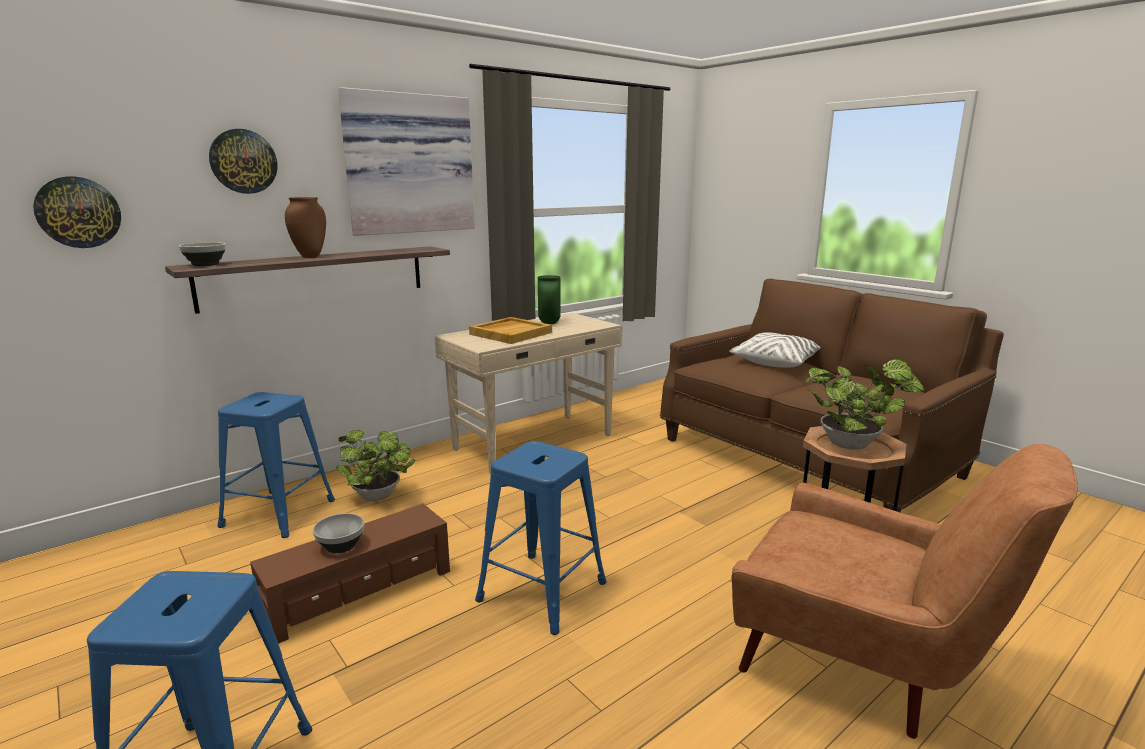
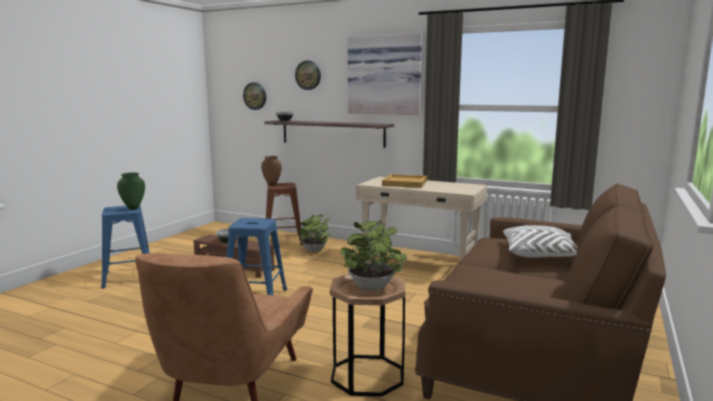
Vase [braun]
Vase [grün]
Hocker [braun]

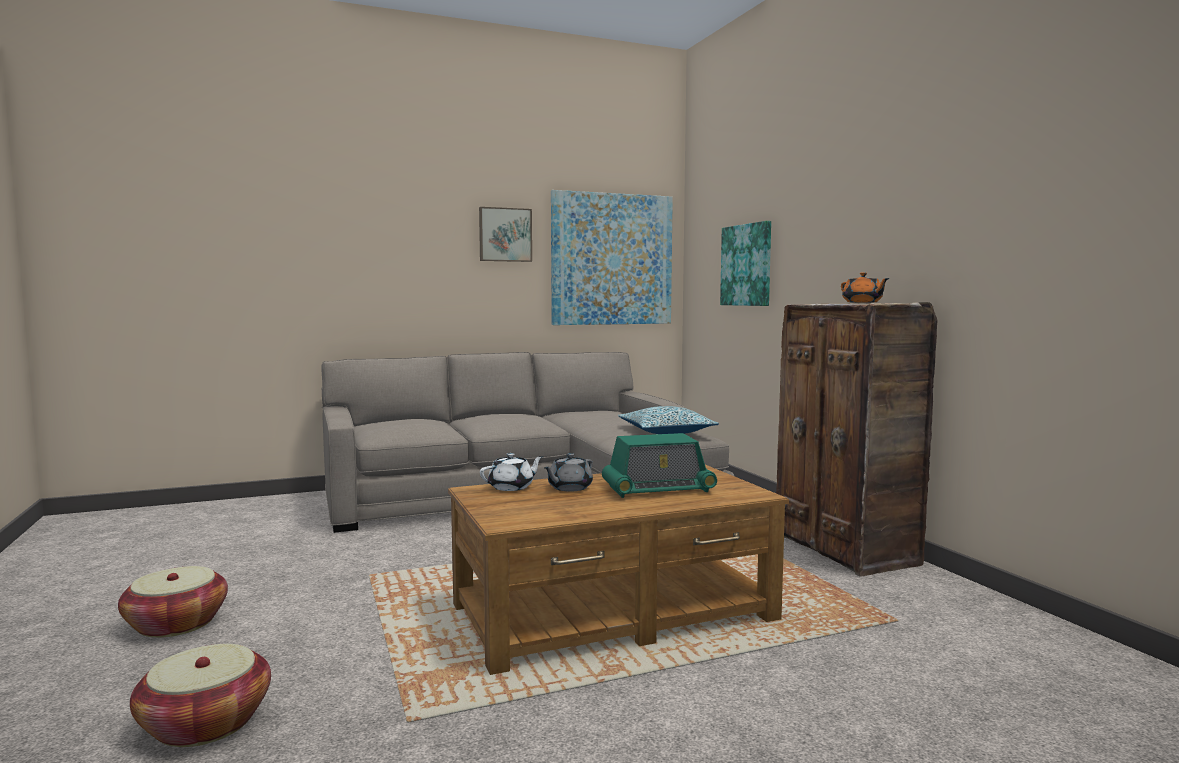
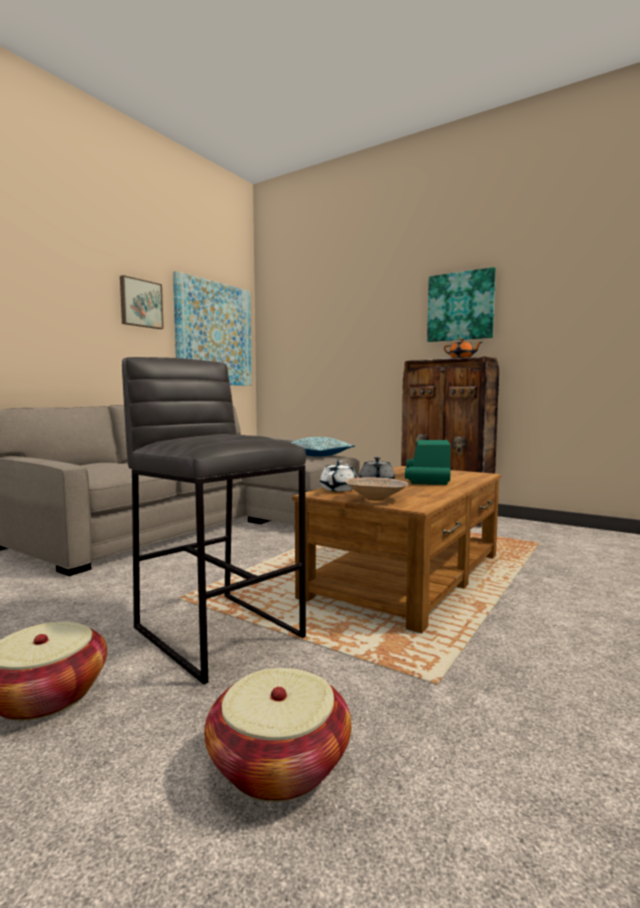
Bild (3rd from left)
Radio
Hocker [grau]
Schüssel [beige]

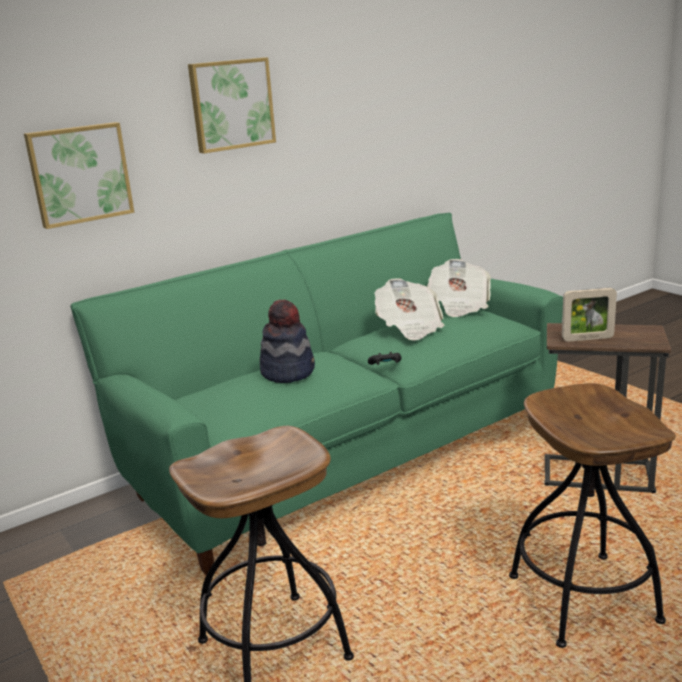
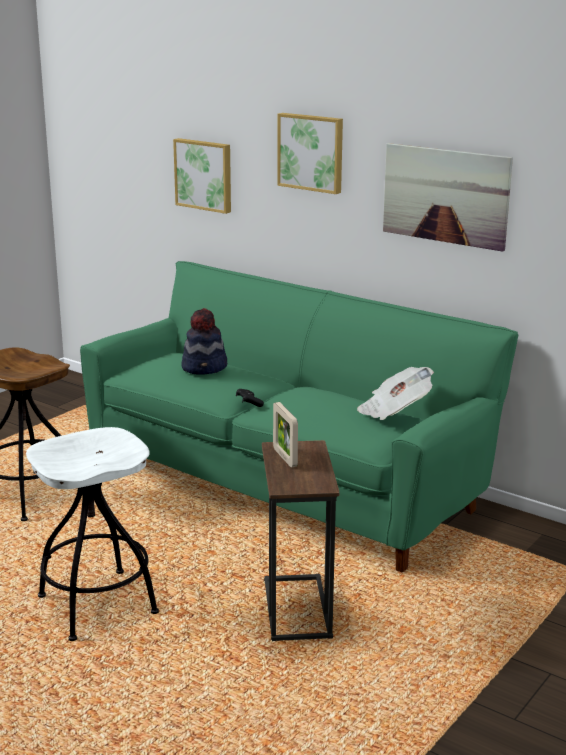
Zeitung (1st from left in the first image)
Hocker [weiß]
Bild (3rd from left)

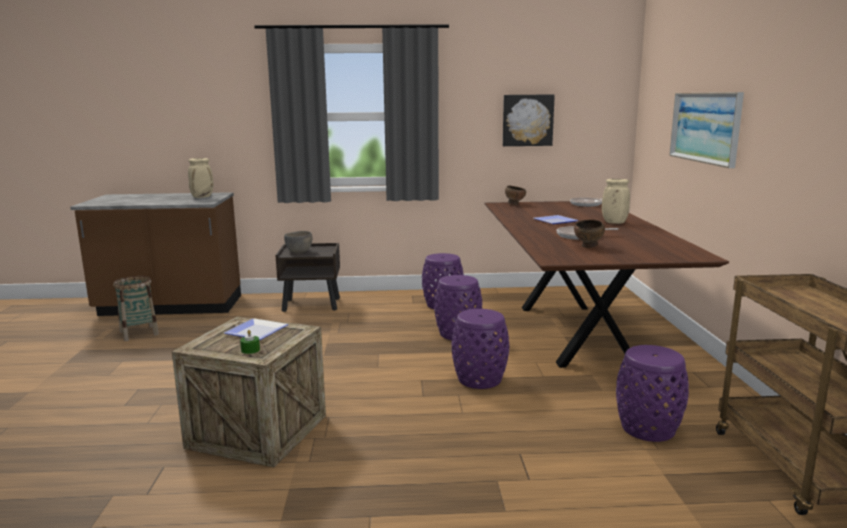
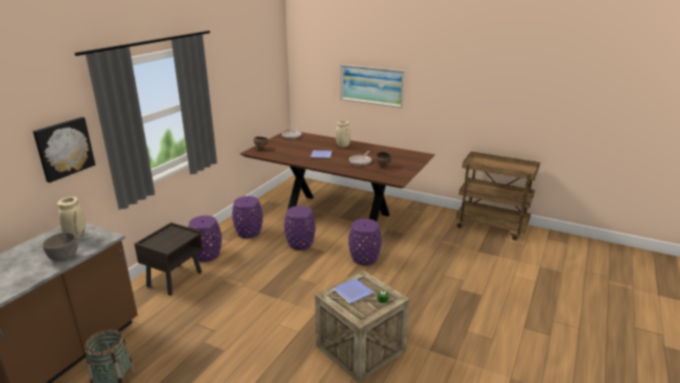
Bild (1st from left)
Schüssel [grau]
Hocker [lila] (1st from left)

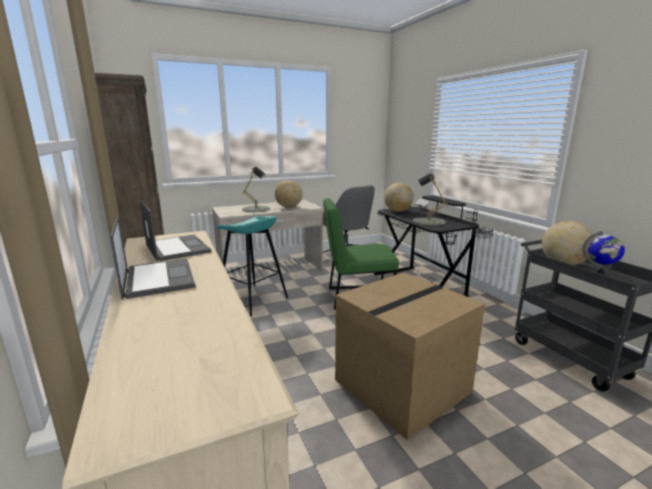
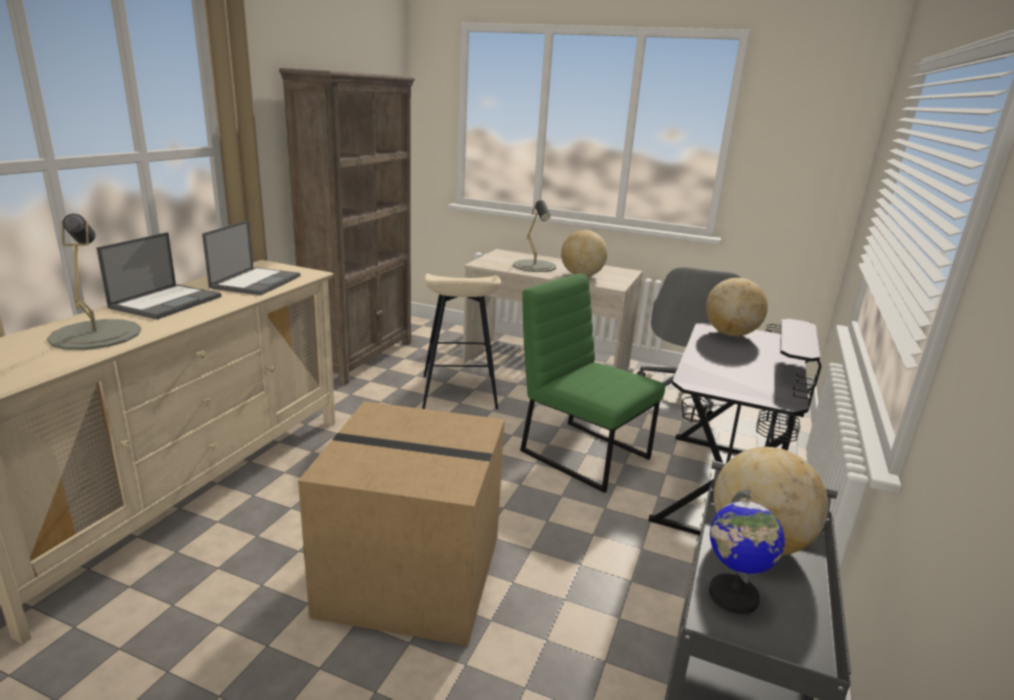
Tischlampe [grau] (1st from left)
Hocker [beige]

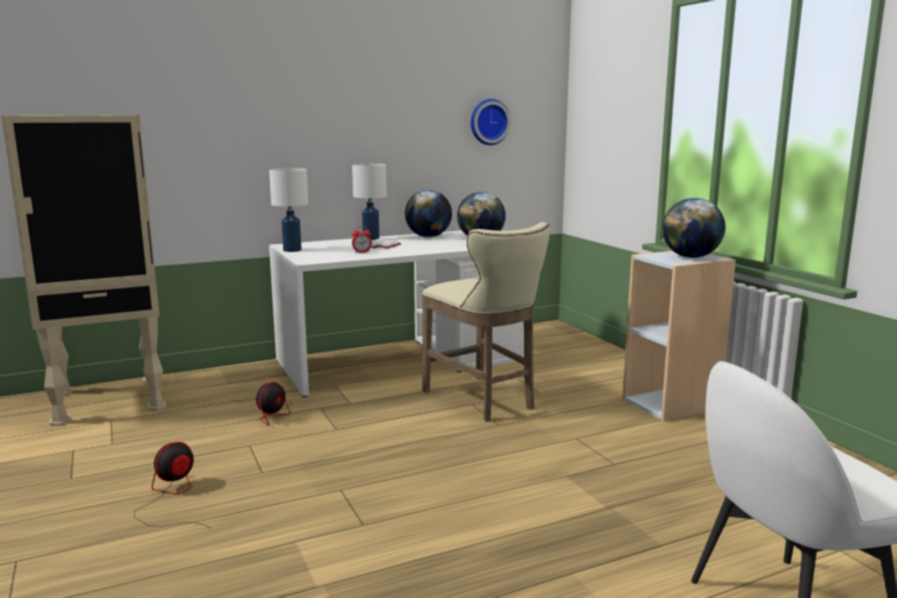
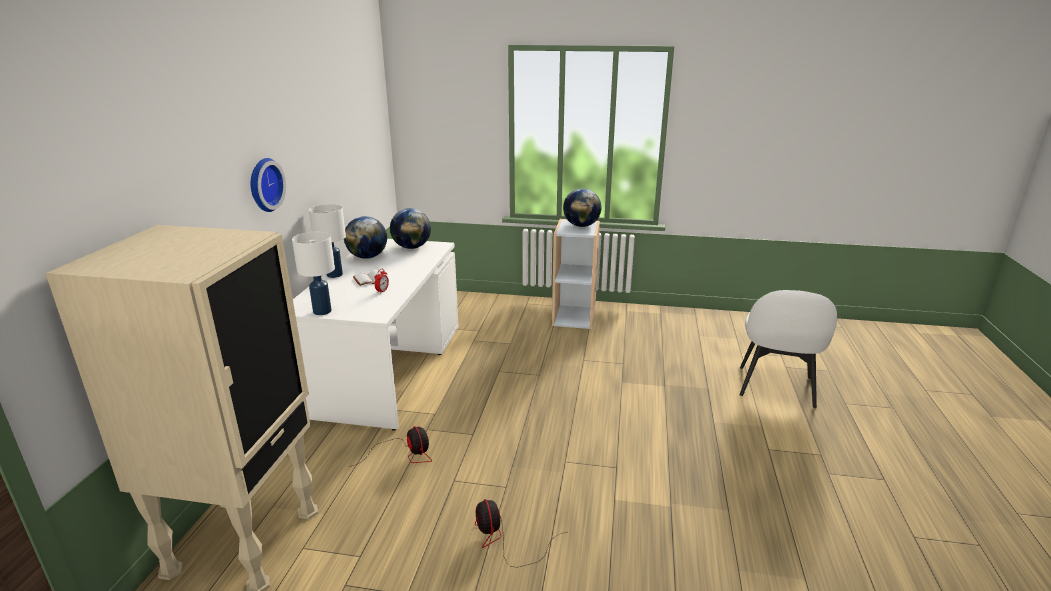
Wanduhr
Hocker [beige]

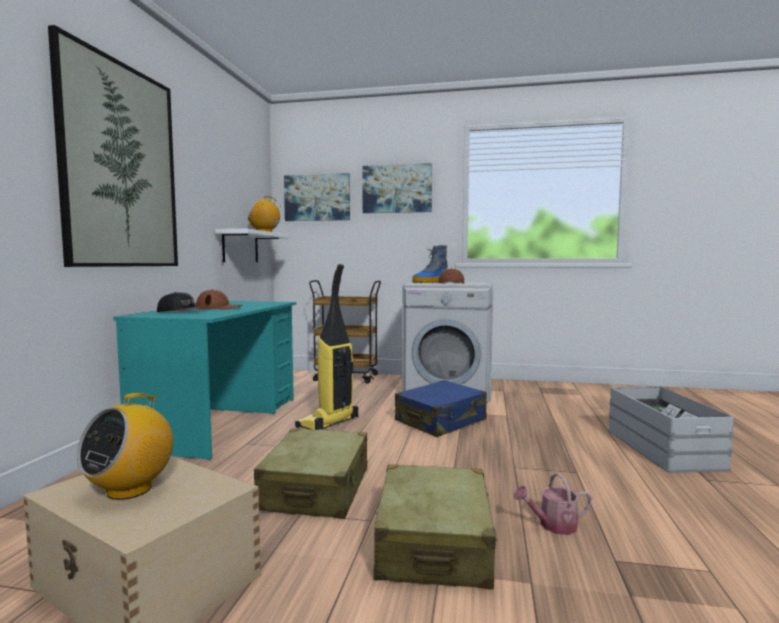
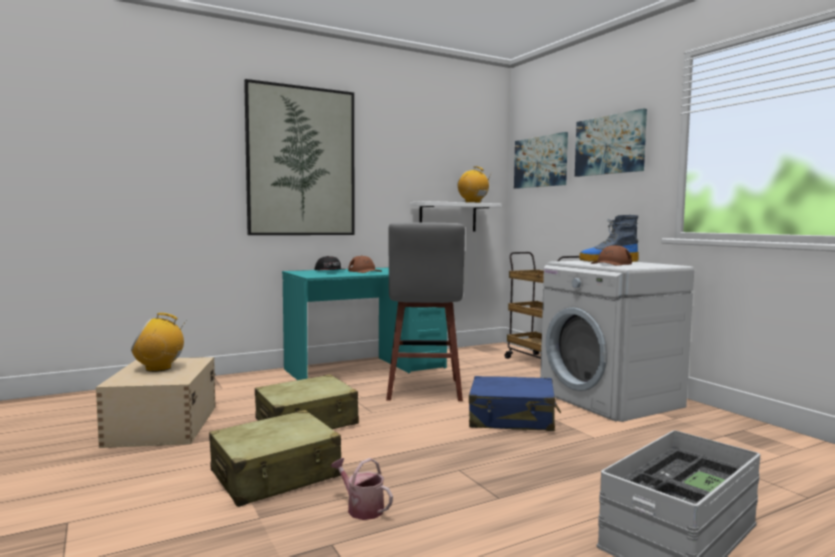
Hocker [grau]

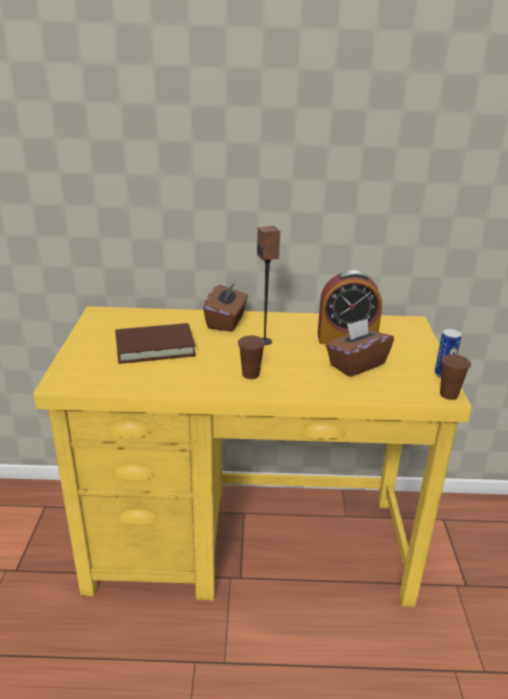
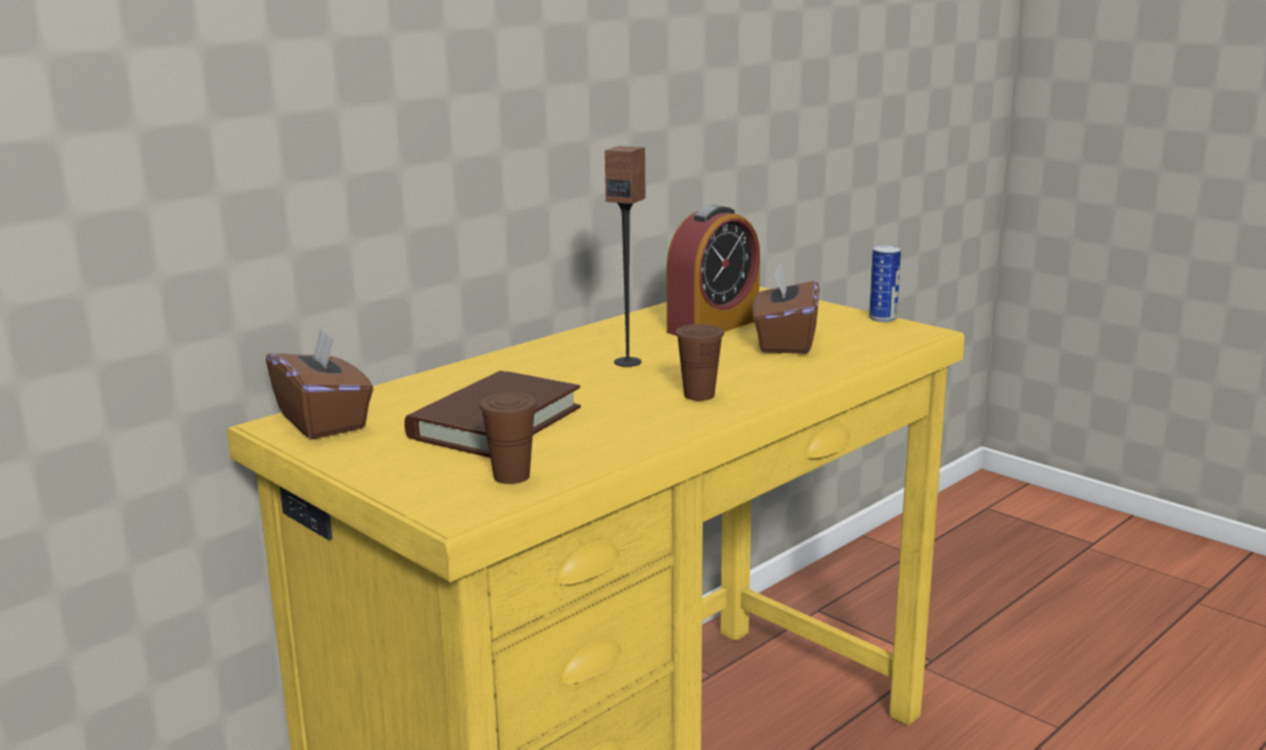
Taschentuchbox [braun] (1st from left)
Tasse [braun] (1st from left)

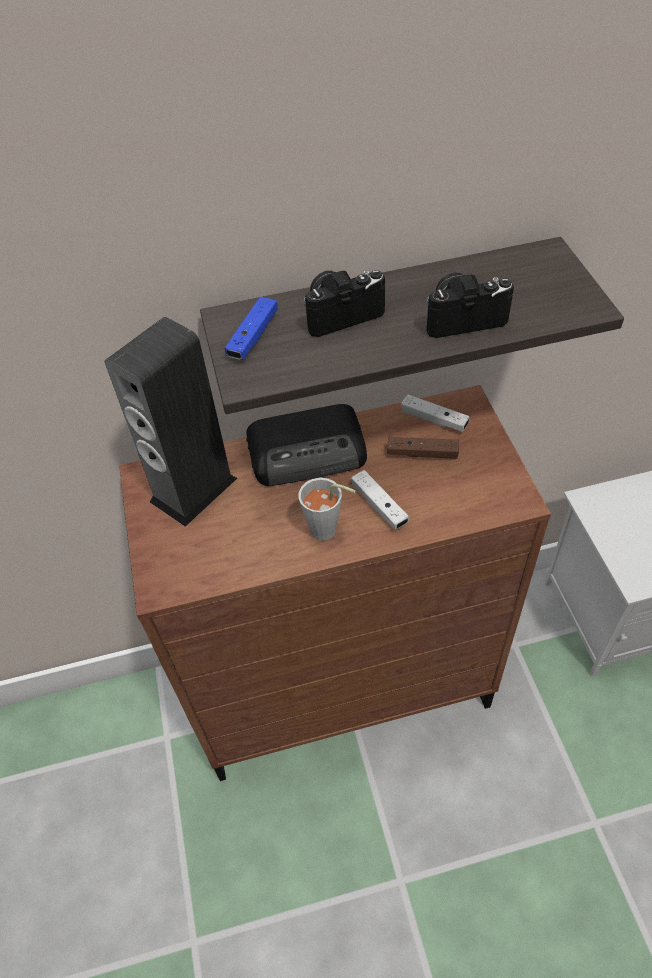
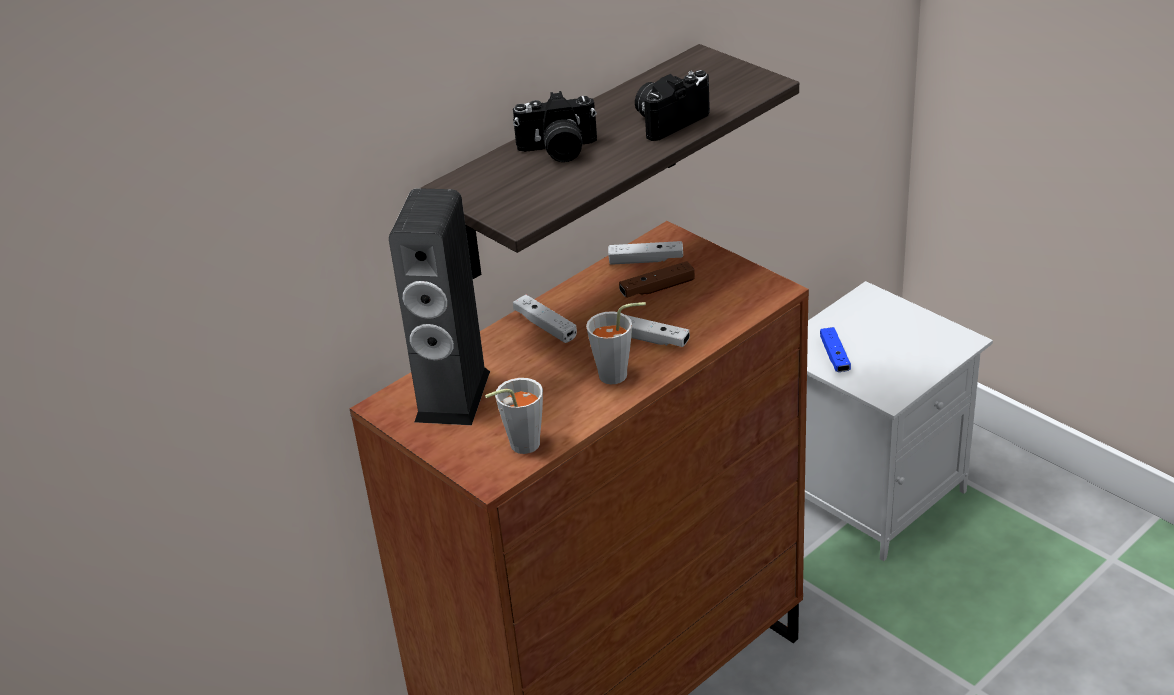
Kamera (1st from left)
Gamepad [blau]
Gamepad [weiß] (1st from left)
Tasse [grau] (1st from left)

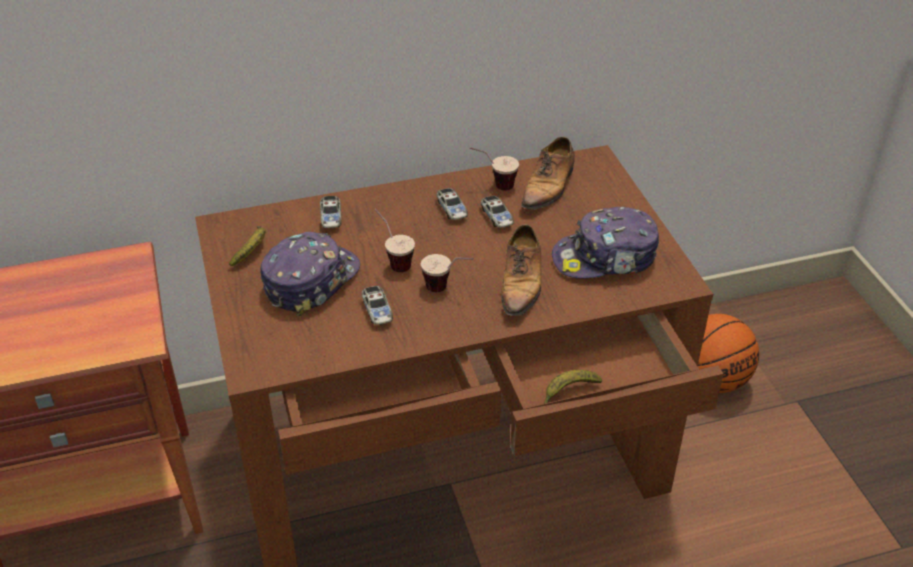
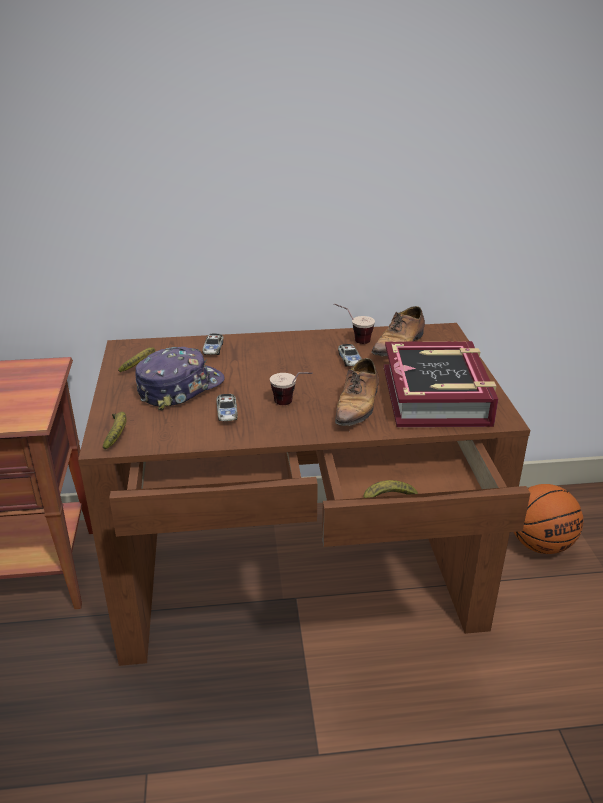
Spielzeugauto (3rd from left in the first image)
Buch
Tasse (1st from left in the first image)
Banane (1st from left)

